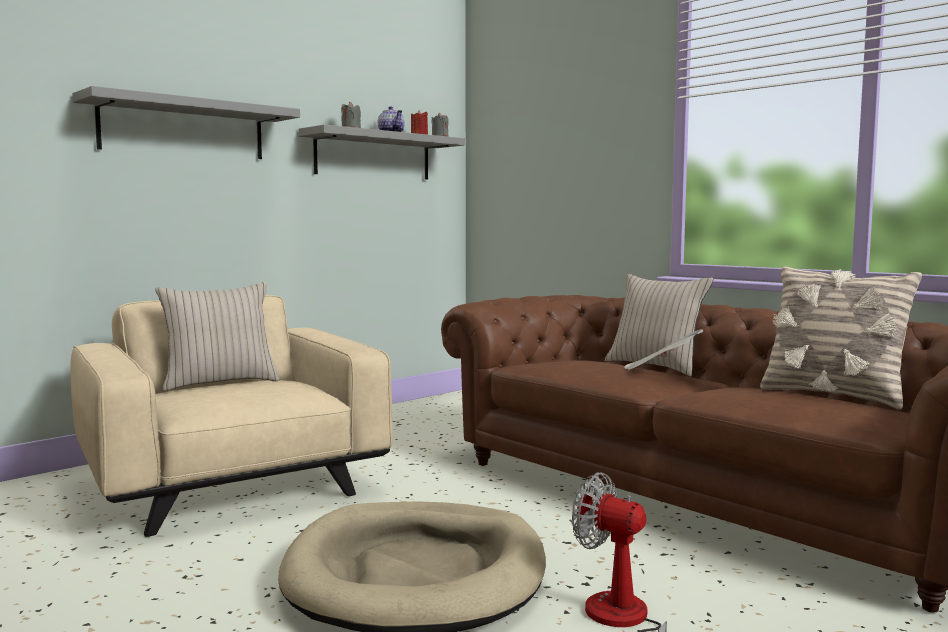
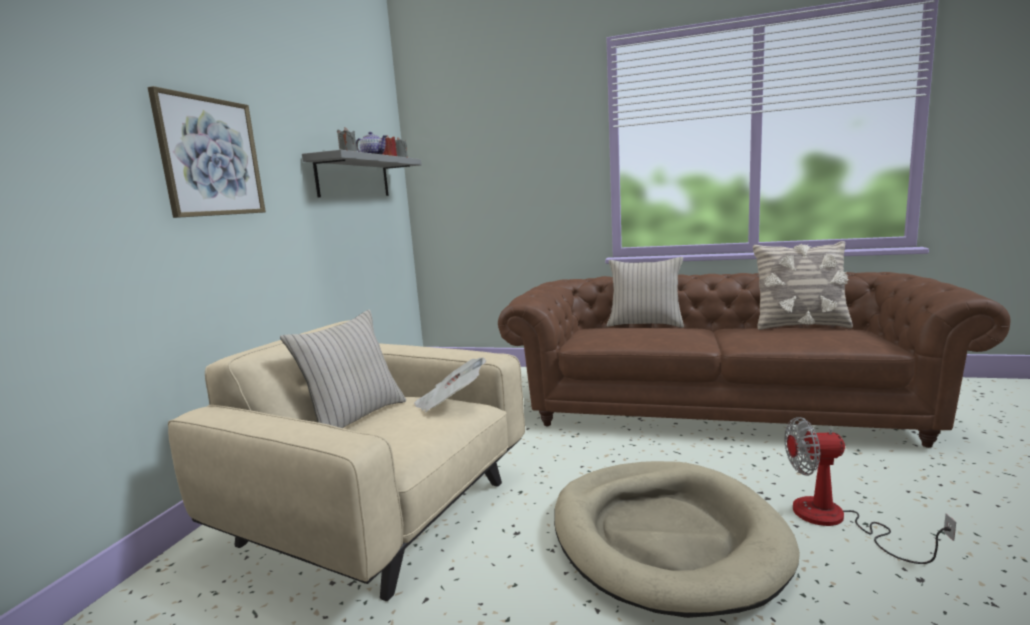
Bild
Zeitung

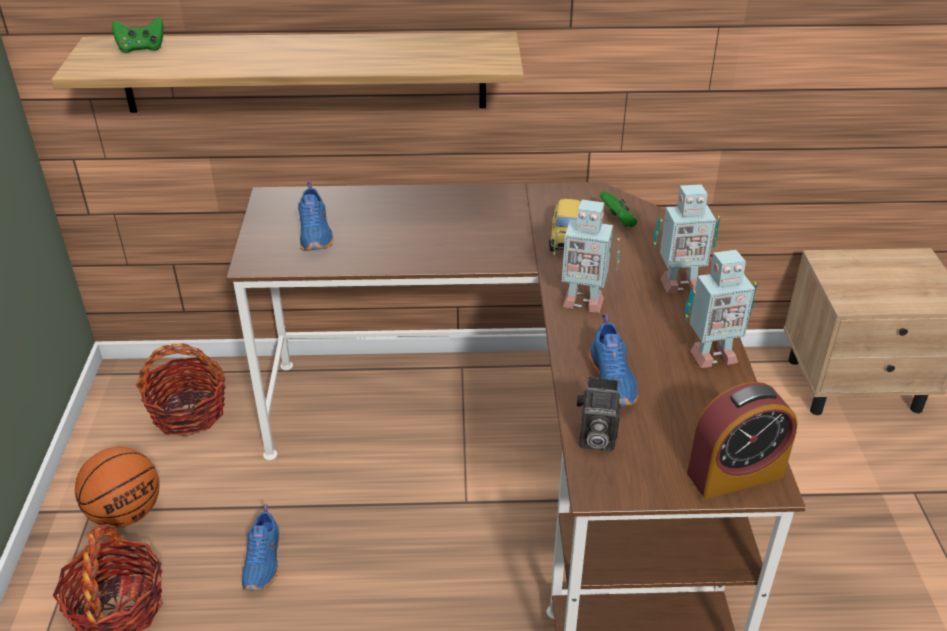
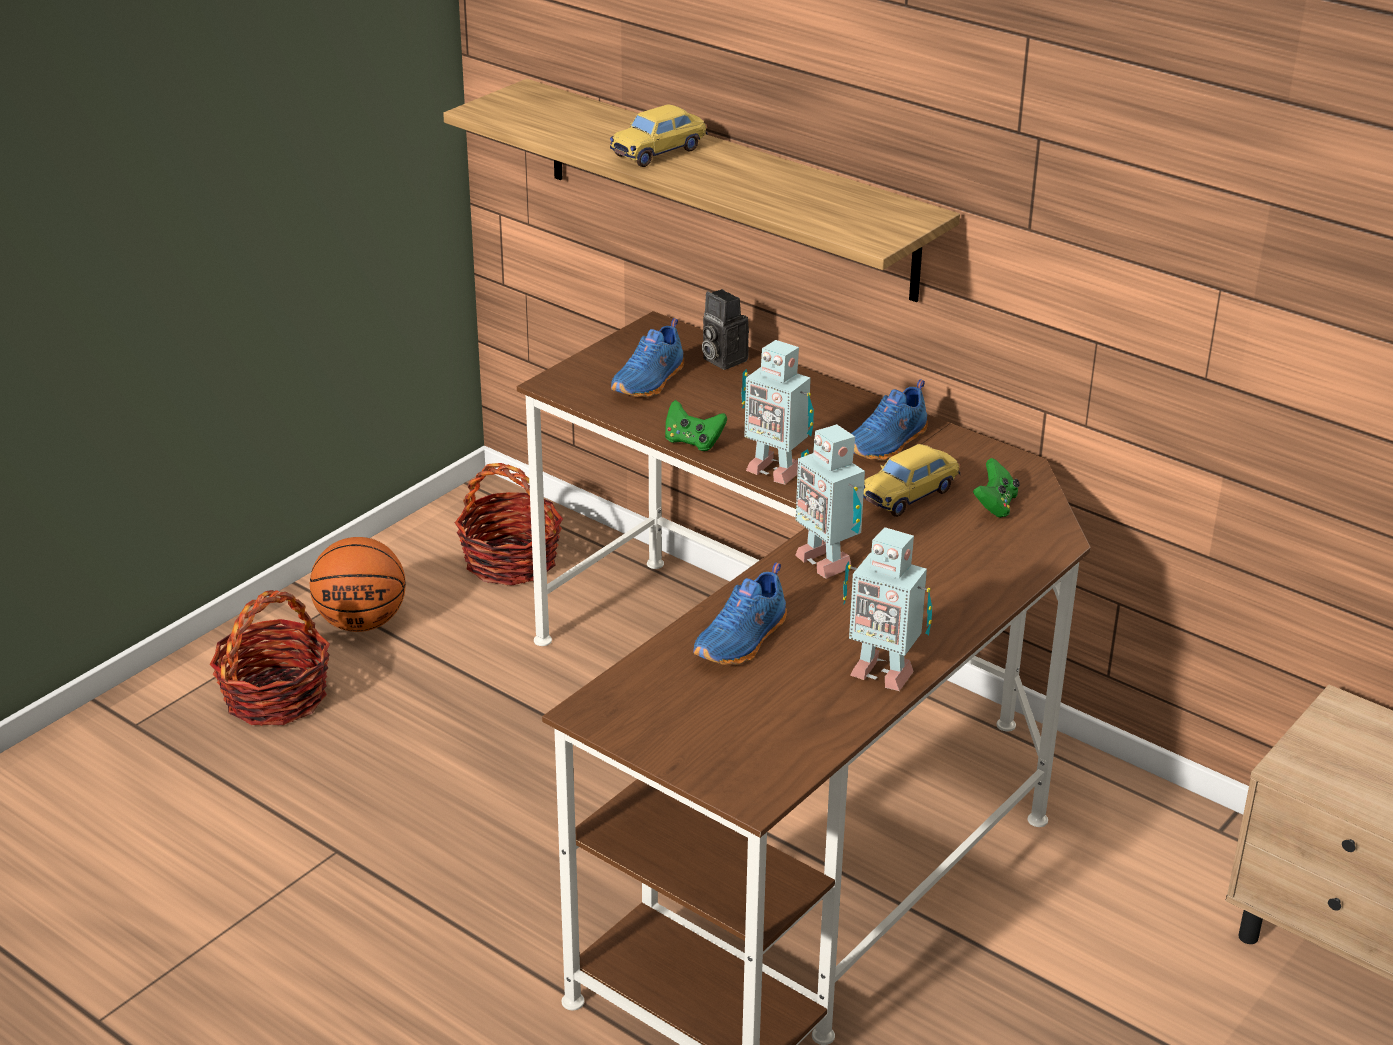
Gamepad [grün] (1st from left)
Spielzeugroboter (1st from left)
Kamera
Wecker
Schuh [blau] (3rd from left)
Spielzeugauto (1st from left)

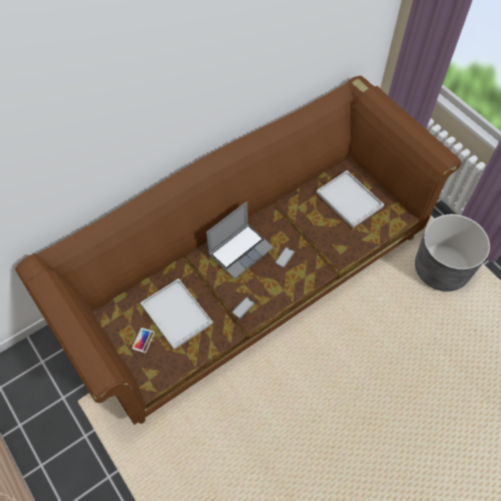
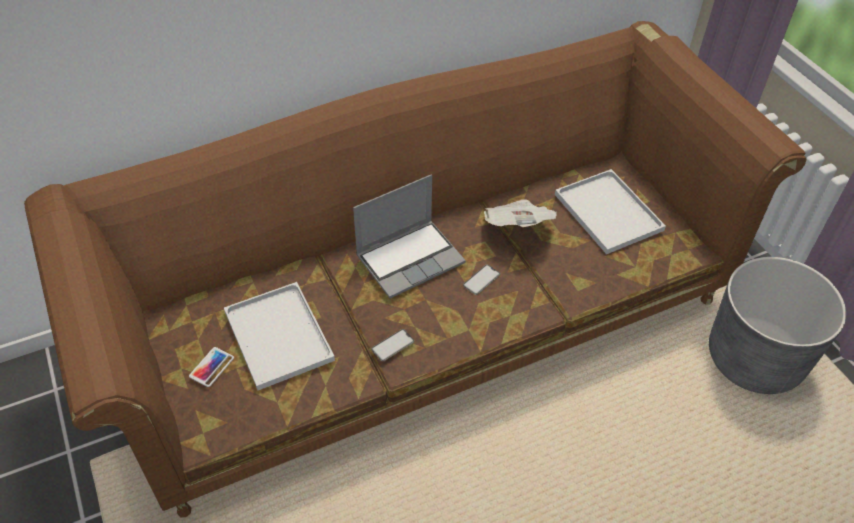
Zeitung

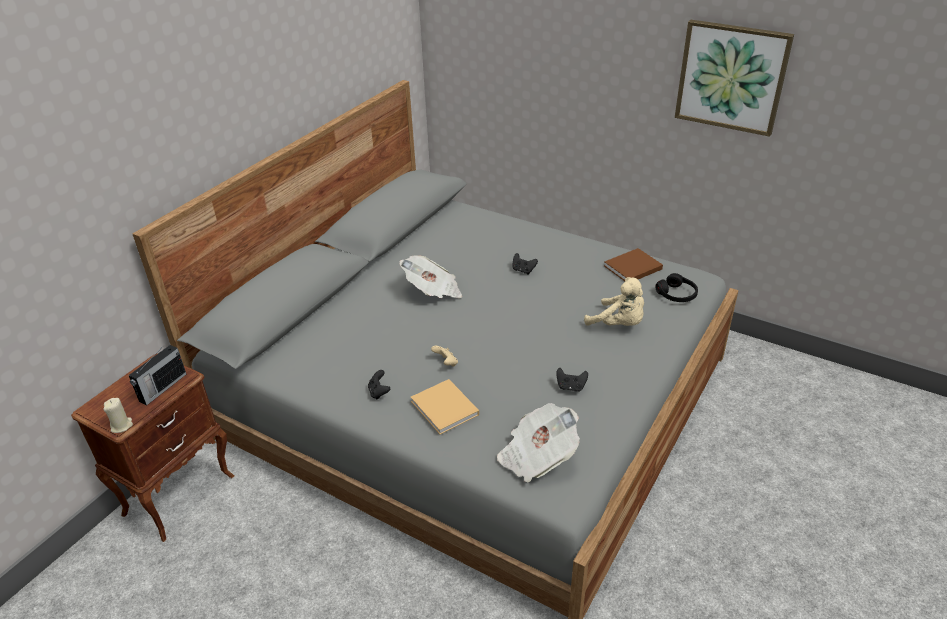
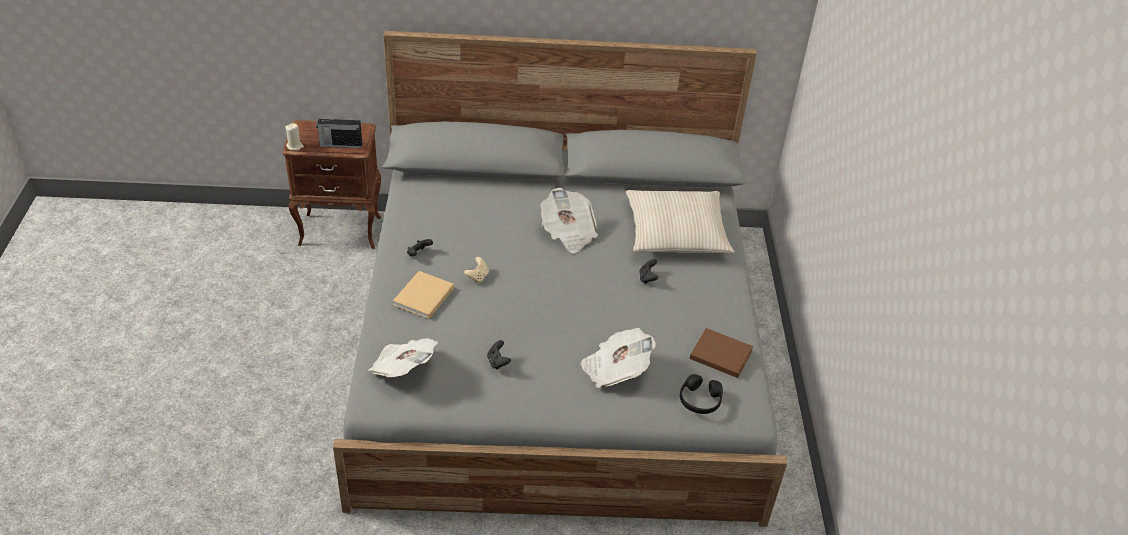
Bild
Zeitung (3rd from left)
Kissen [beige]

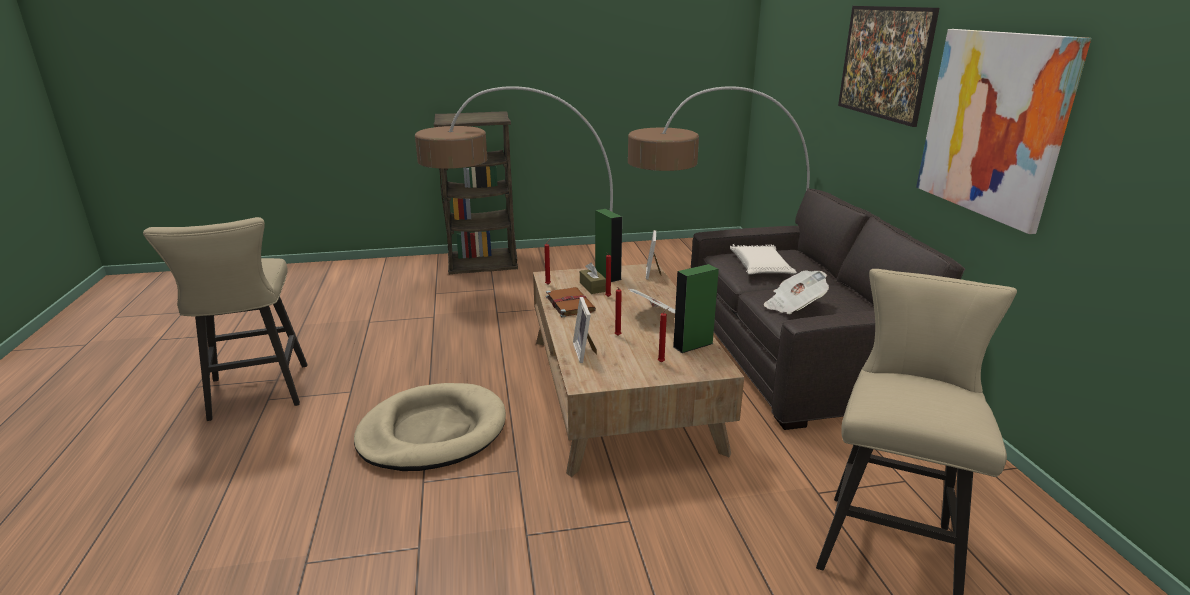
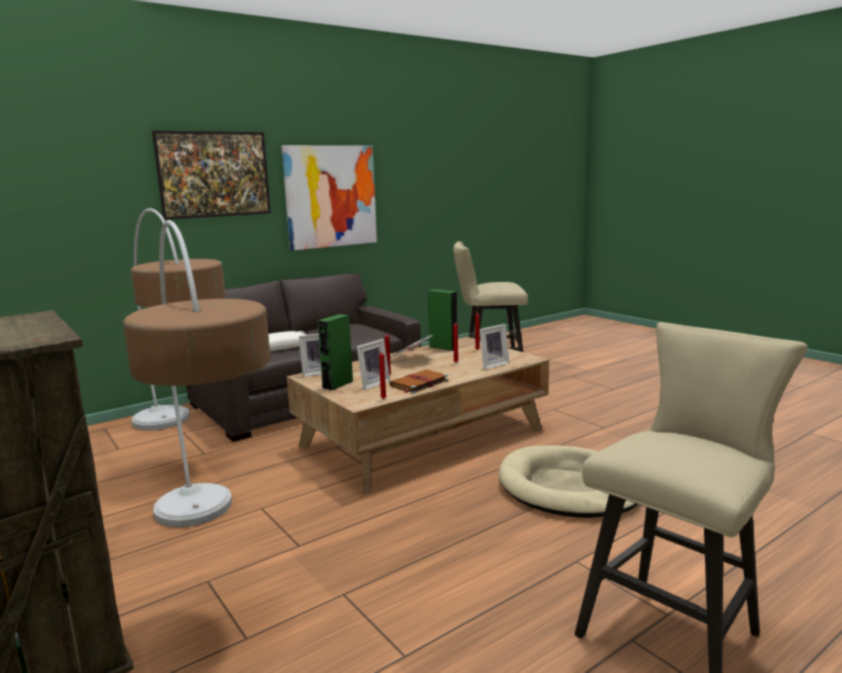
Bilderrahmen (2nd from left)
Zeitung (2nd from left in the first image)

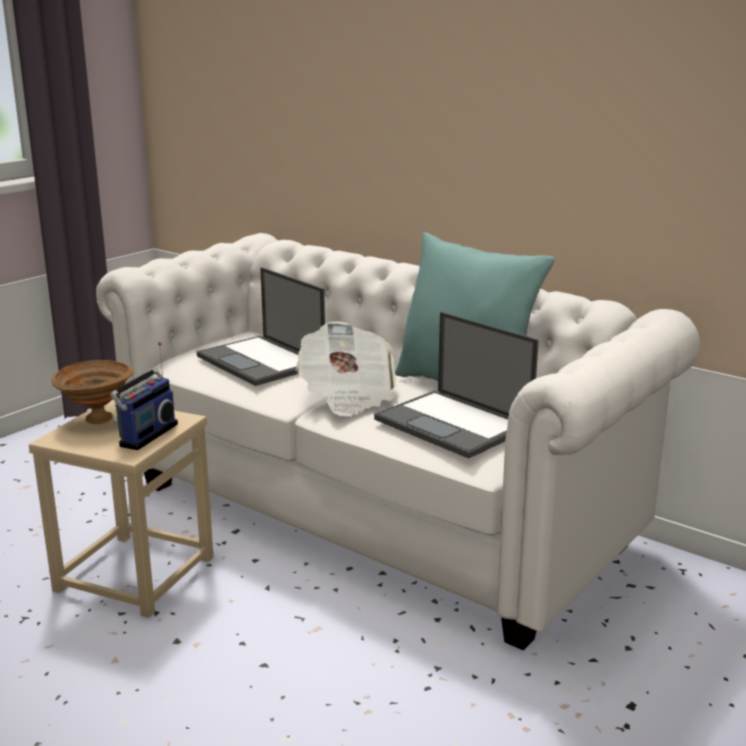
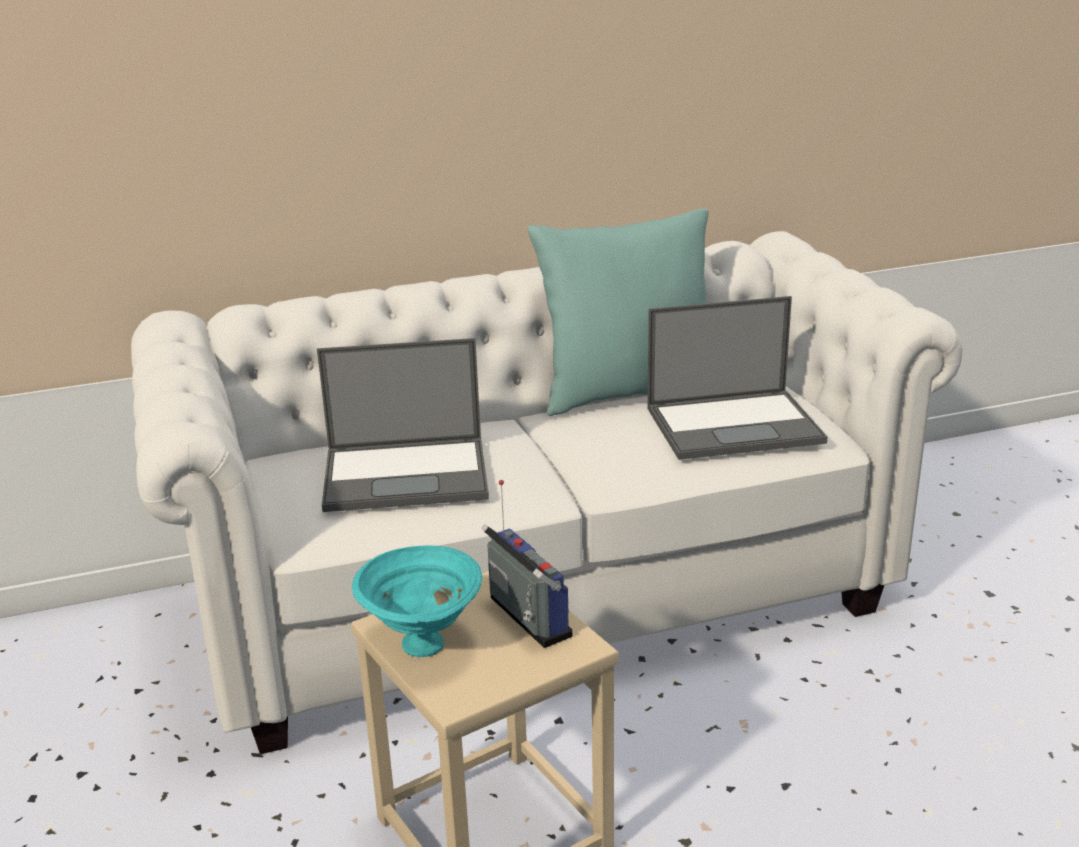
Zeitung
Schüssel [türkis]

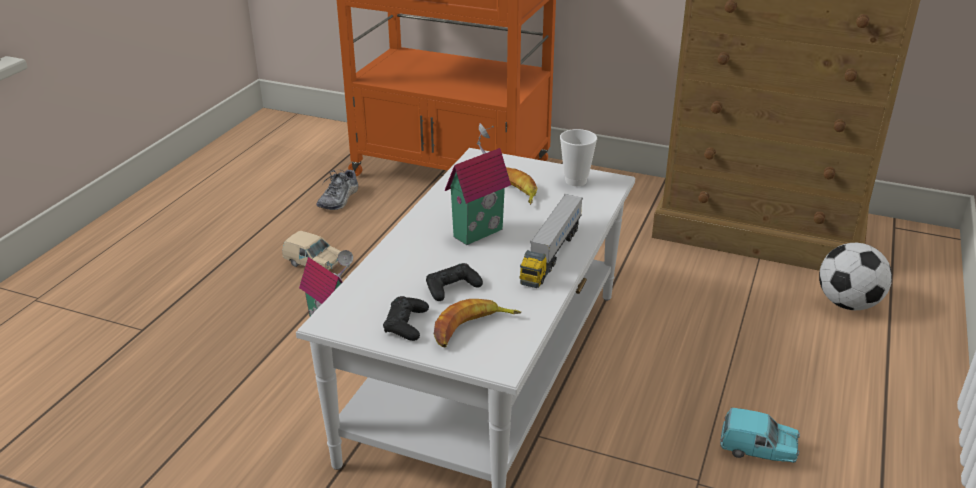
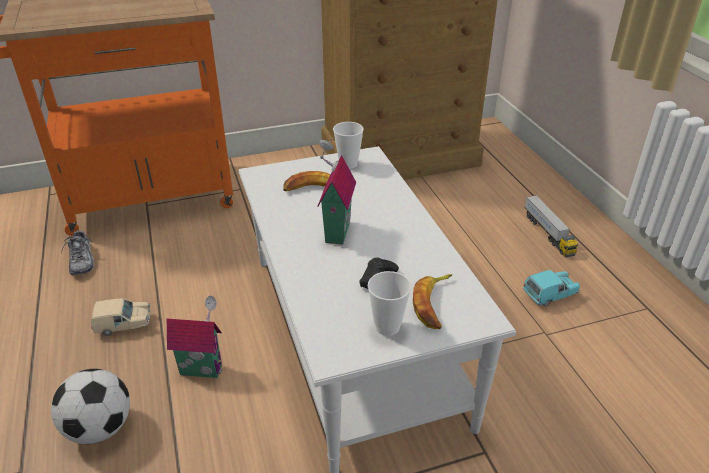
Spielzeuglaster
Fußball
Tasse (2nd from left)

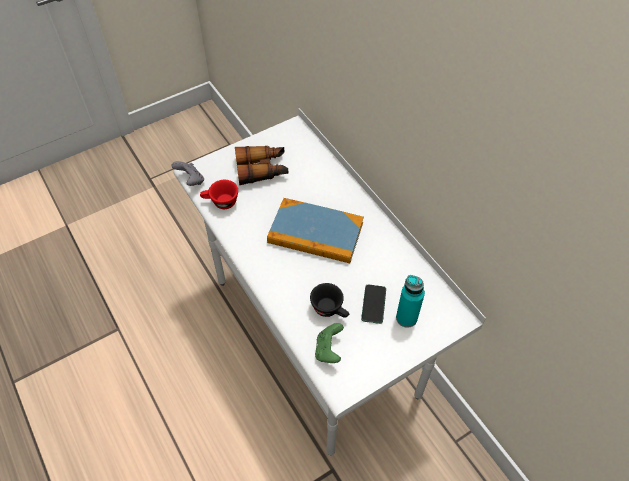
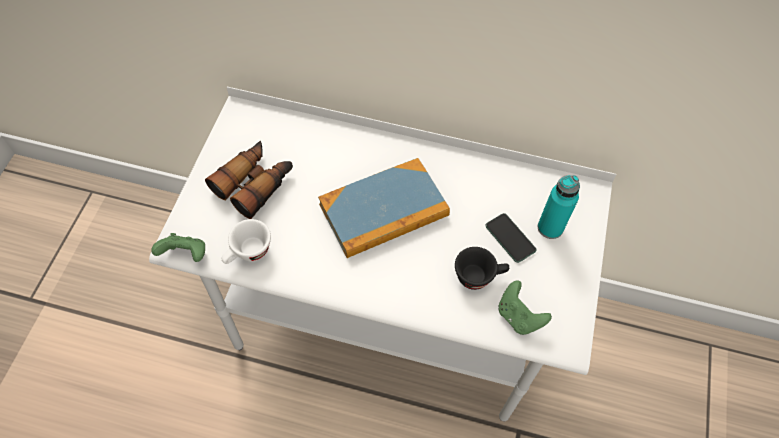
Gamepad [grün] (1st from left)
Tasse [weiß]

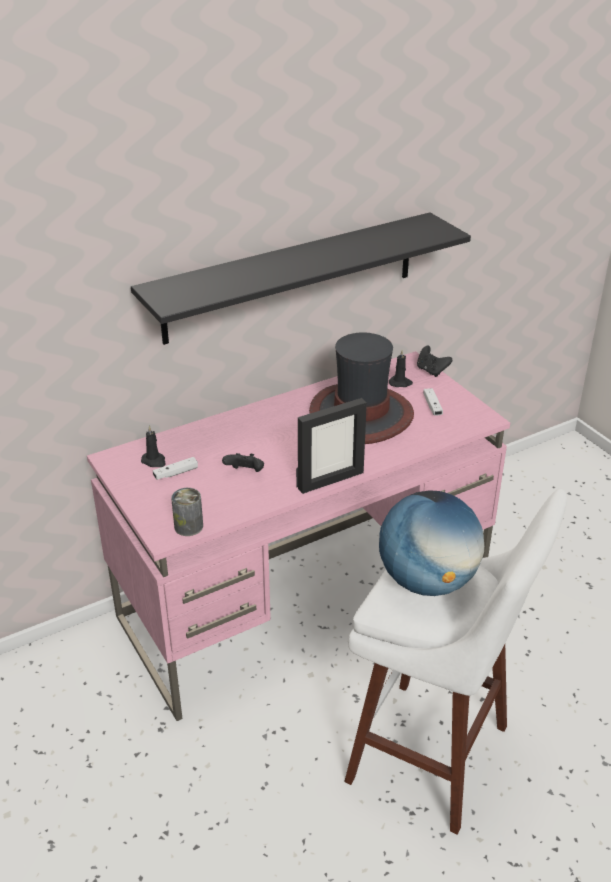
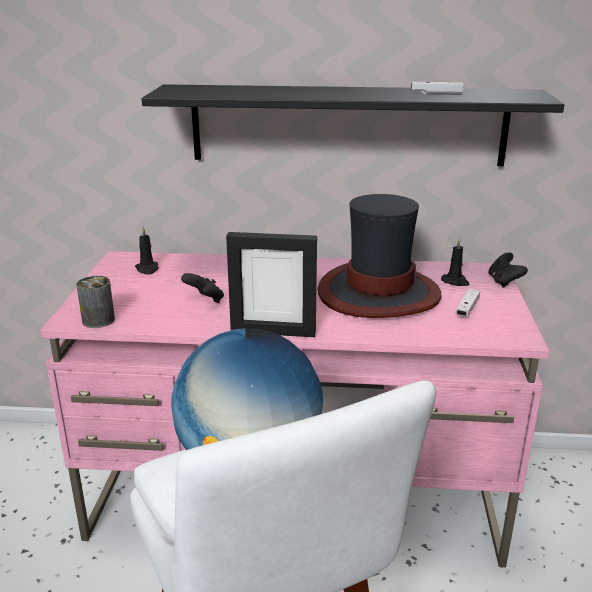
Gamepad [weiß] (1st from left)

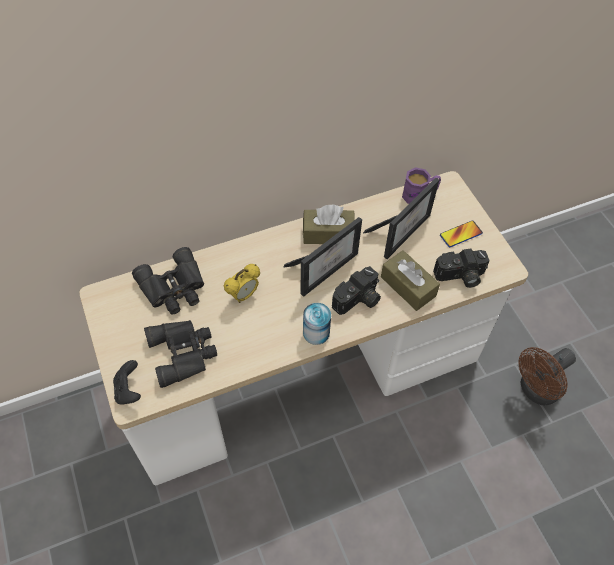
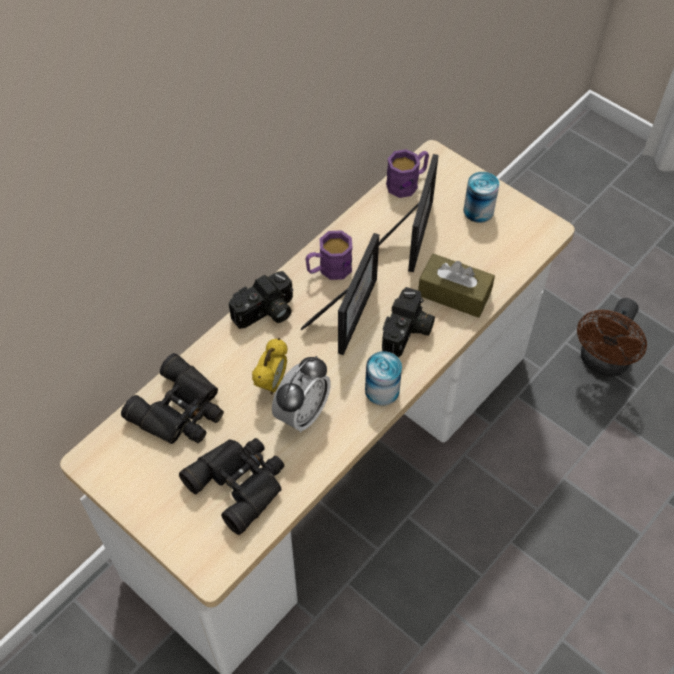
Henkelbecher [lila] (1st from left)
Dose (2nd from left)
Kamera (1st from left)
Gamepad [schwarz]
Wecker (2nd from left)

